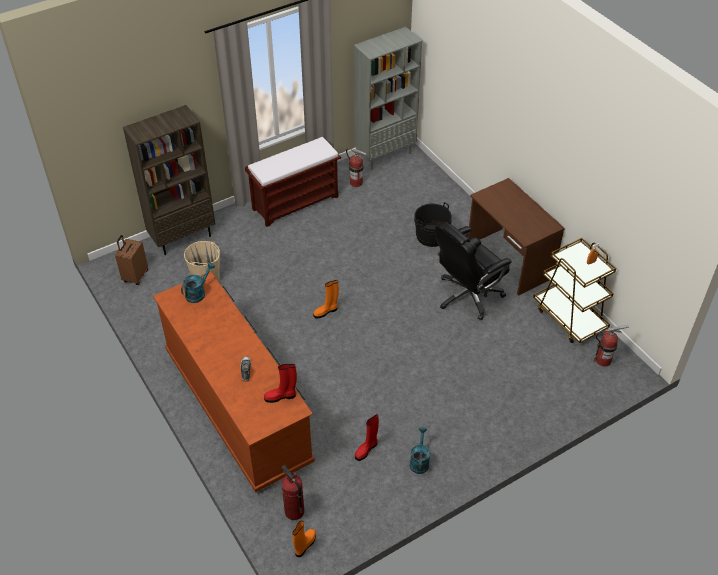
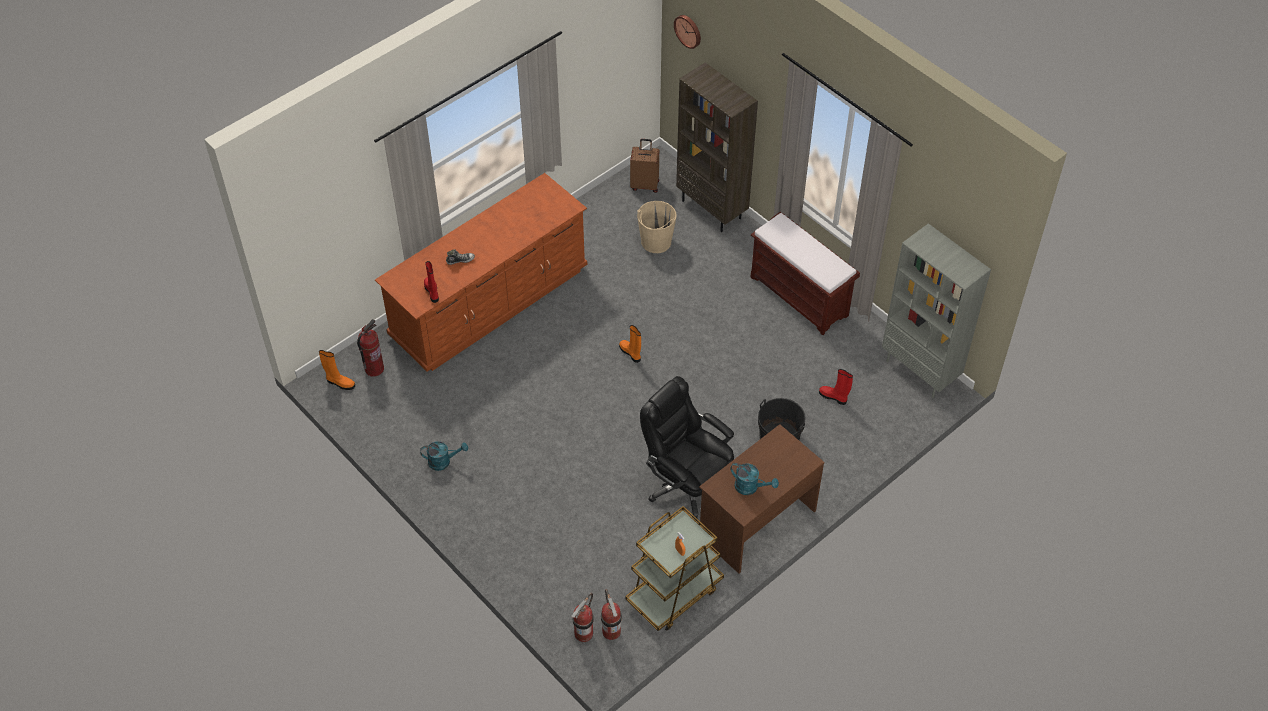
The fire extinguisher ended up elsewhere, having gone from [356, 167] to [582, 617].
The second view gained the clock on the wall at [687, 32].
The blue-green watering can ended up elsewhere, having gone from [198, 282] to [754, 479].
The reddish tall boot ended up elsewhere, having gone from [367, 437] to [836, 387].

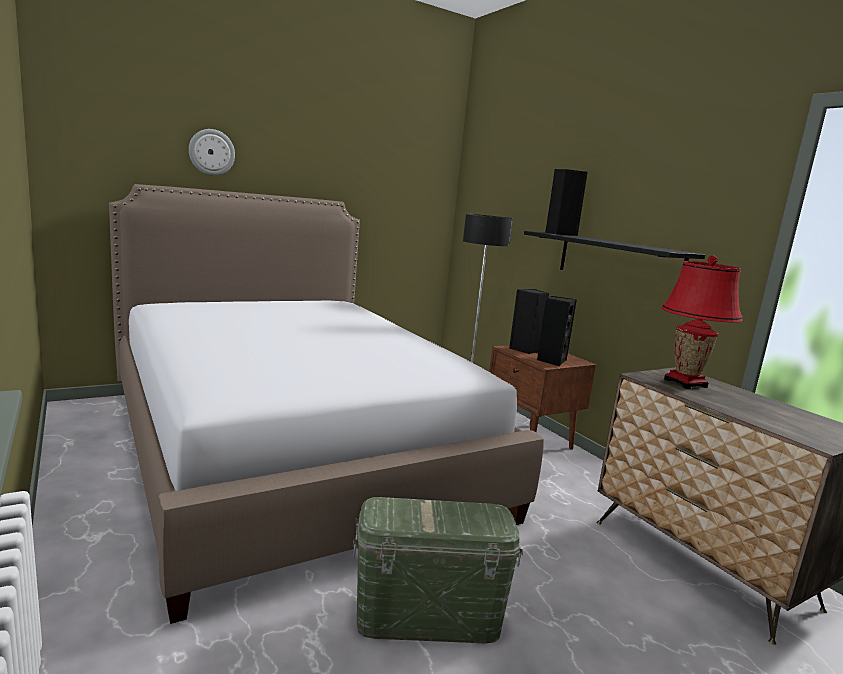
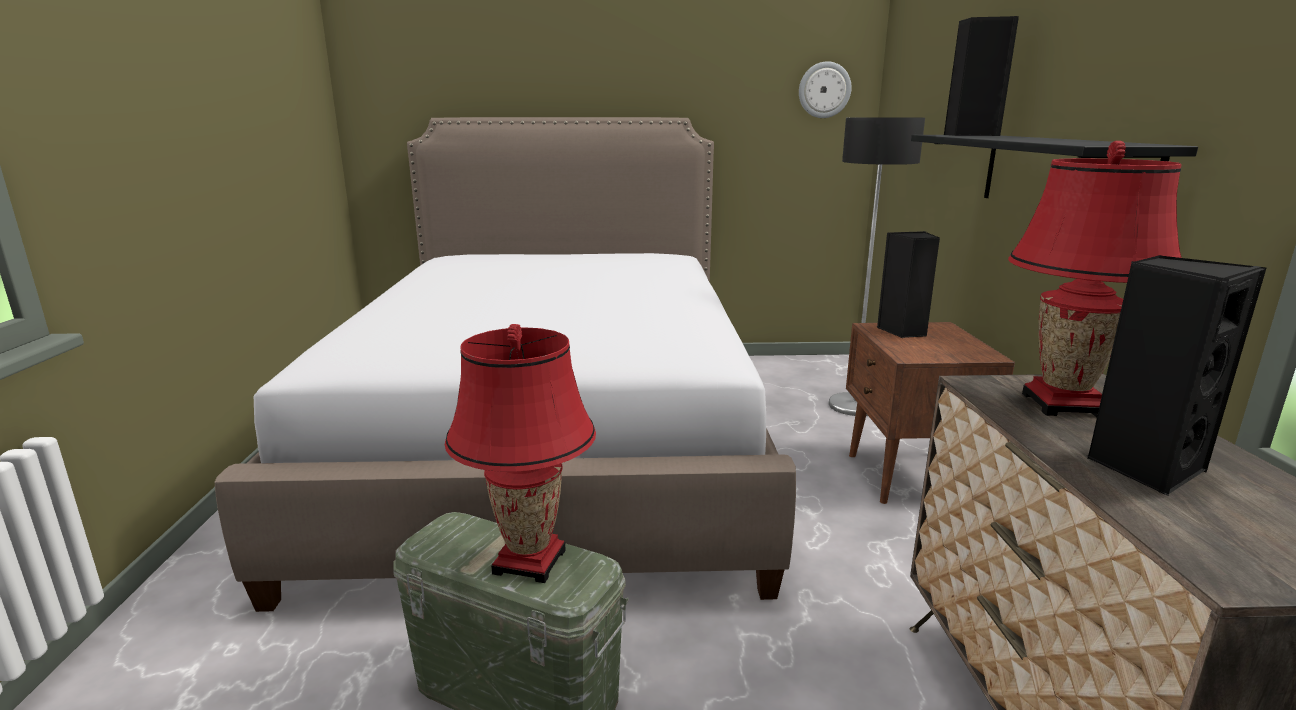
The second view gained the reddish lamp for a table at [520, 453].
The clock on the wall ended up elsewhere, having gone from [212, 152] to [825, 89].
The black speaker ended up elsewhere, having gone from [557, 331] to [1176, 375].

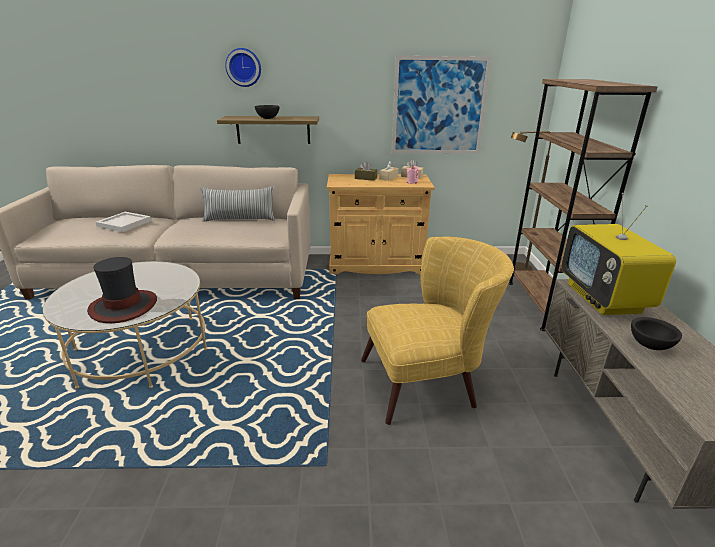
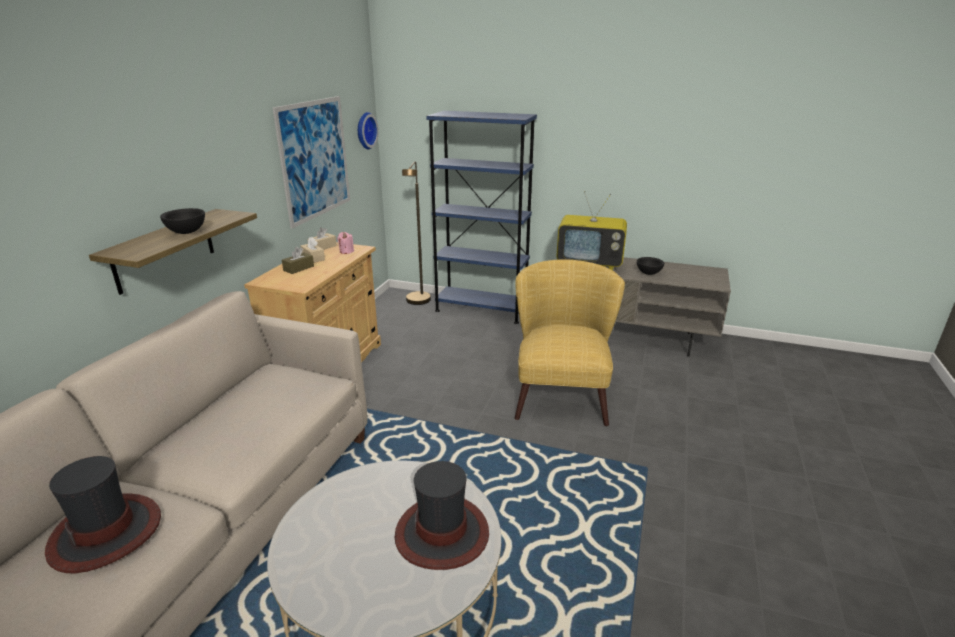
Where the white carrying tray stood at [123, 222], the clothing hat came to stand at [103, 514].
The clock on the wall ended up elsewhere, having gone from [243, 67] to [368, 130].
What was the brownish shelving unit at [582, 205] turned into the bluish shelving unit at [481, 217].
The second view lost the pillow at [237, 204].

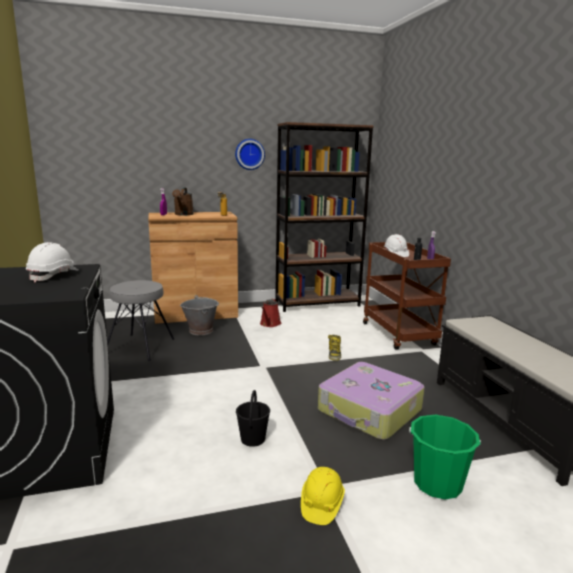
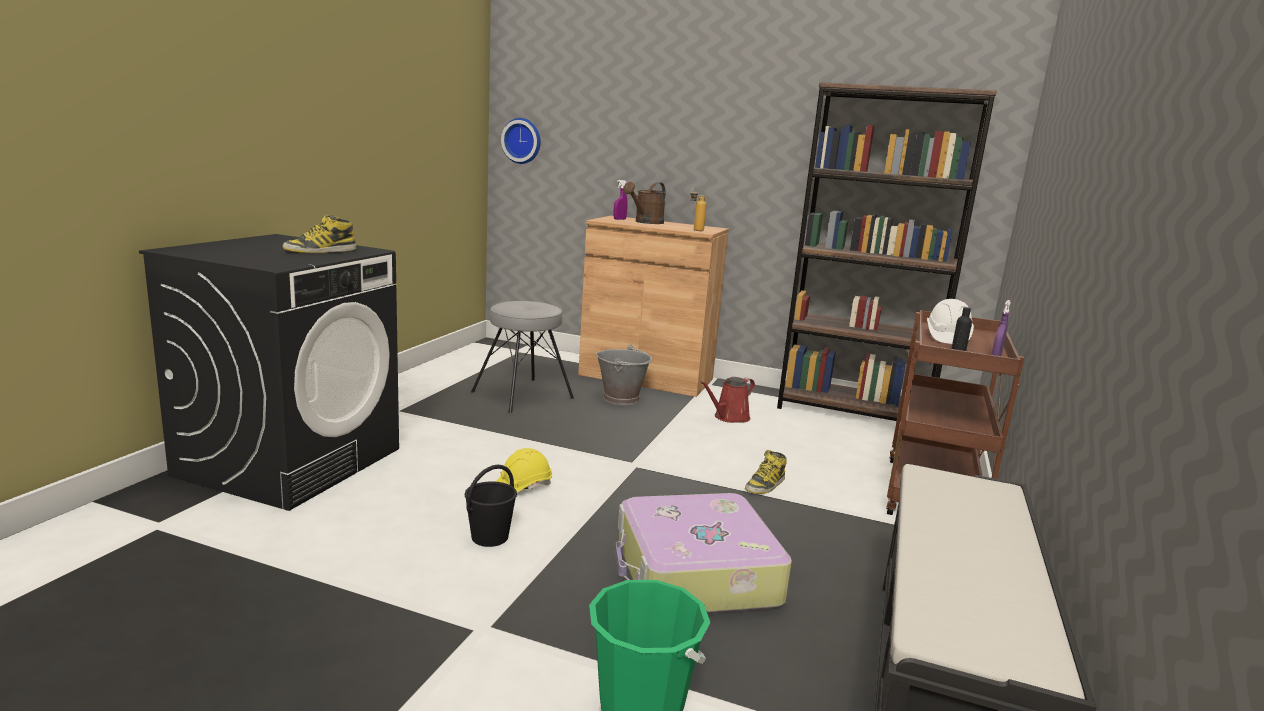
Where the white hard hat stood at [52, 262], the tall boot came to stand at [319, 234].
The yellowish hard hat ended up elsewhere, having gone from [323, 496] to [524, 470].
The clock on the wall ended up elsewhere, having gone from [250, 154] to [521, 141].

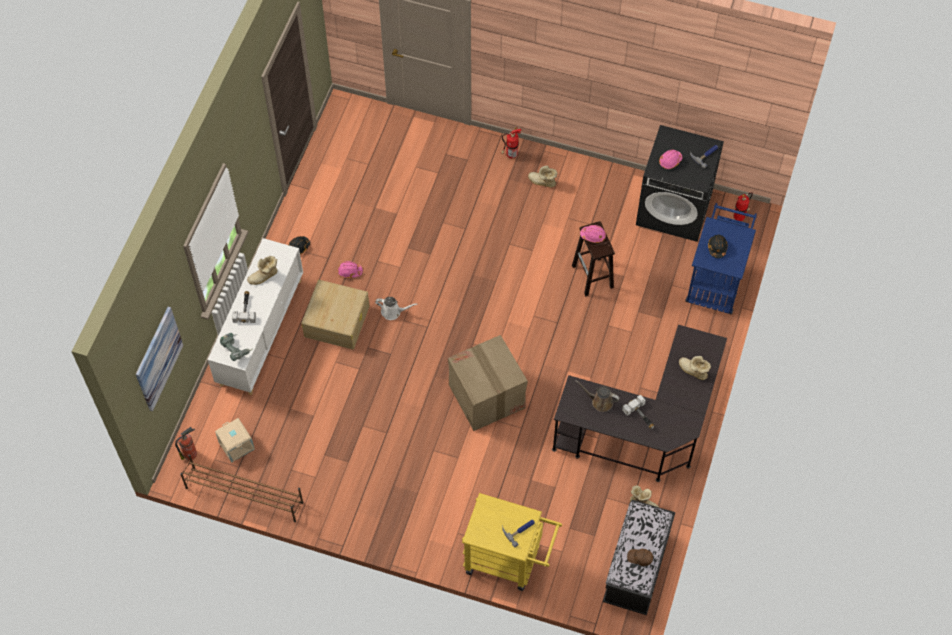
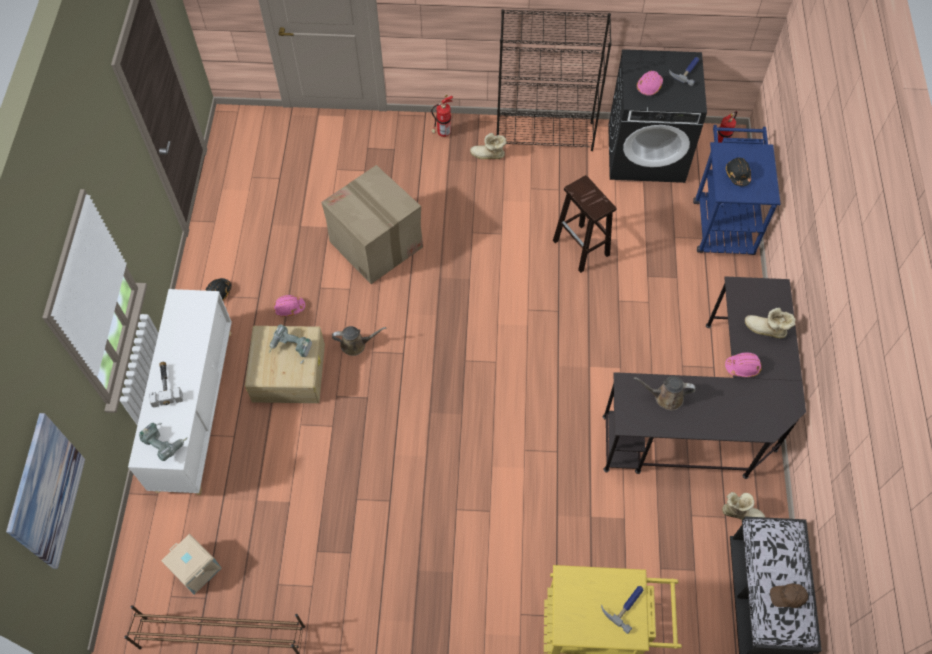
The second view gained the power drill at [290, 343].
The packing box ended up elsewhere, having gone from [488, 383] to [372, 224].
What was the white watering can at [396, 308] turned into the brownish watering can at [359, 341].
The second view gained the black shelving unit at [554, 80].
The pink-coloured hard hat ended up elsewhere, having gone from [593, 234] to [743, 364].
The second view lost the fire extinguisher at [186, 443].
The second view lost the tall boot at [262, 270].
The second view lost the hand hammer at [638, 412].

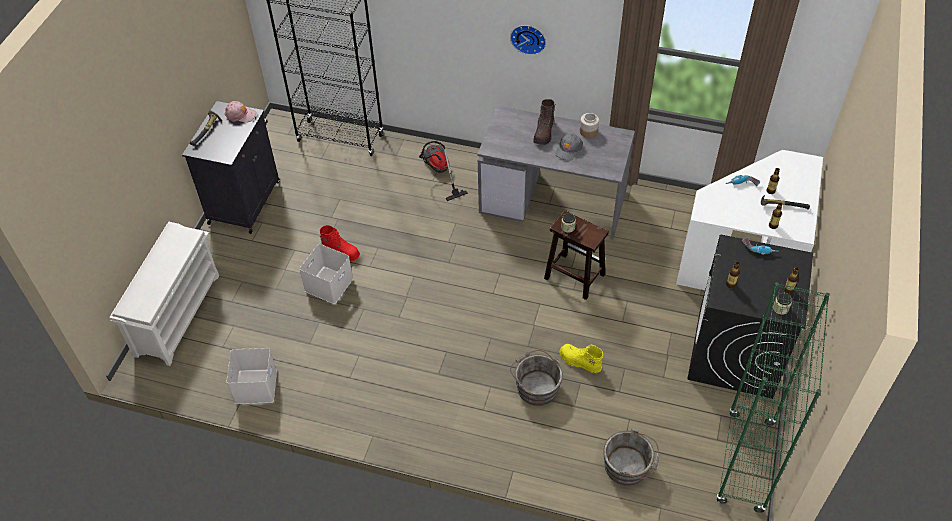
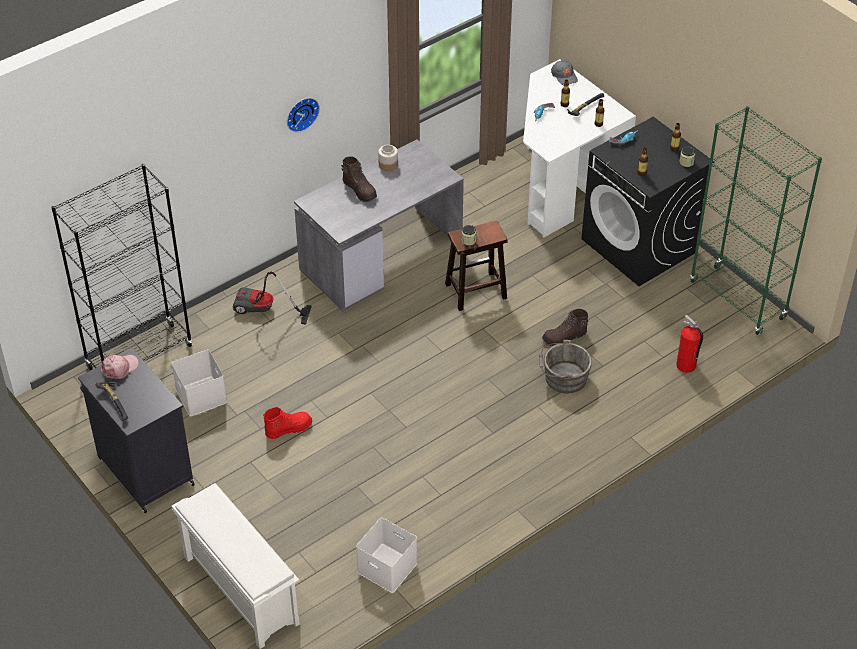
The white storage bin ended up elsewhere, having gone from [326, 274] to [199, 382].
What was the yellowish tall boot at [581, 358] turned into the brownish tall boot at [565, 327].
The grey baseball cap ended up elsewhere, having gone from [569, 147] to [564, 72].
Where the grey water bucket stood at [631, 457], the fire extinguisher came to stand at [689, 343].

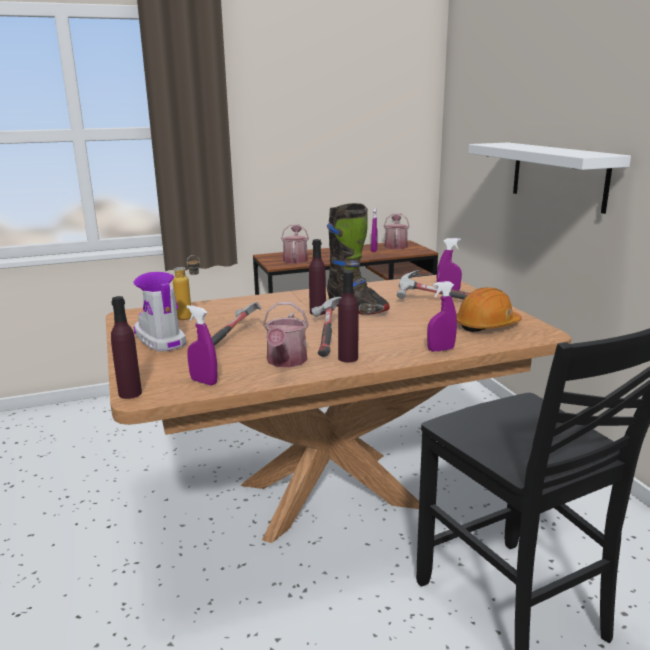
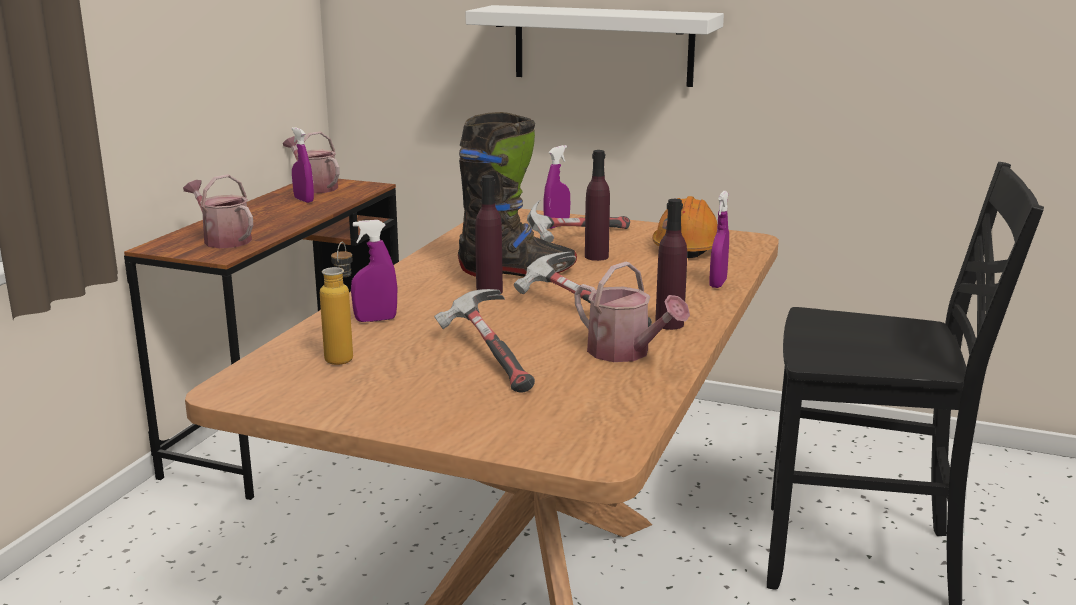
The purple spray bottle ended up elsewhere, having gone from [202, 345] to [374, 271].
The purple bottle ended up elsewhere, having gone from [126, 347] to [597, 205].
The second view lost the tall boot at [160, 311].

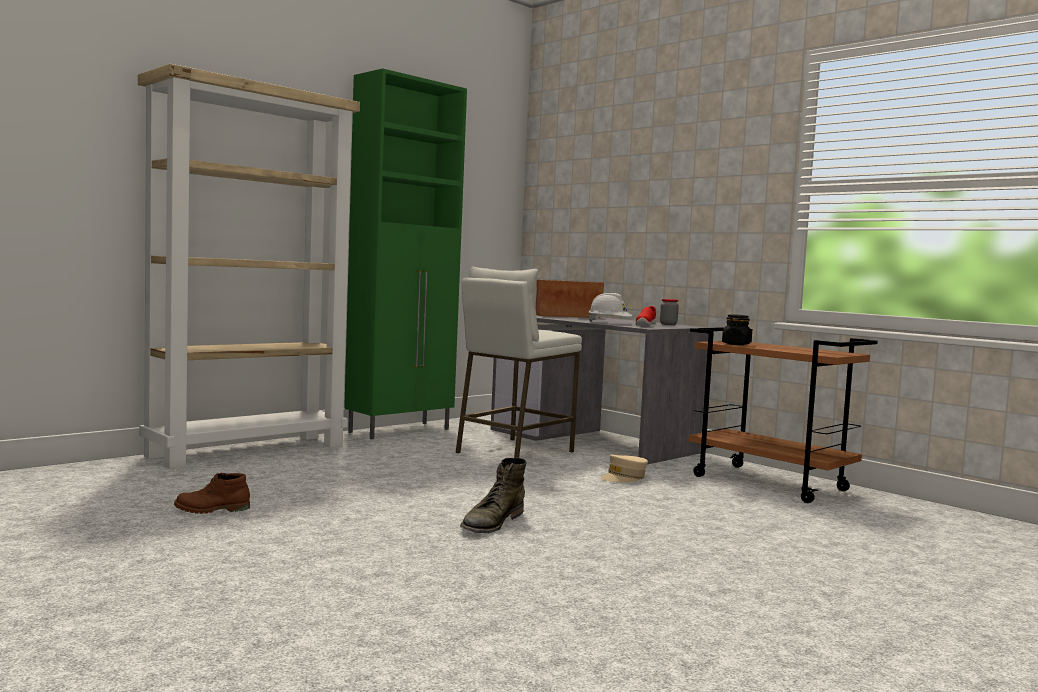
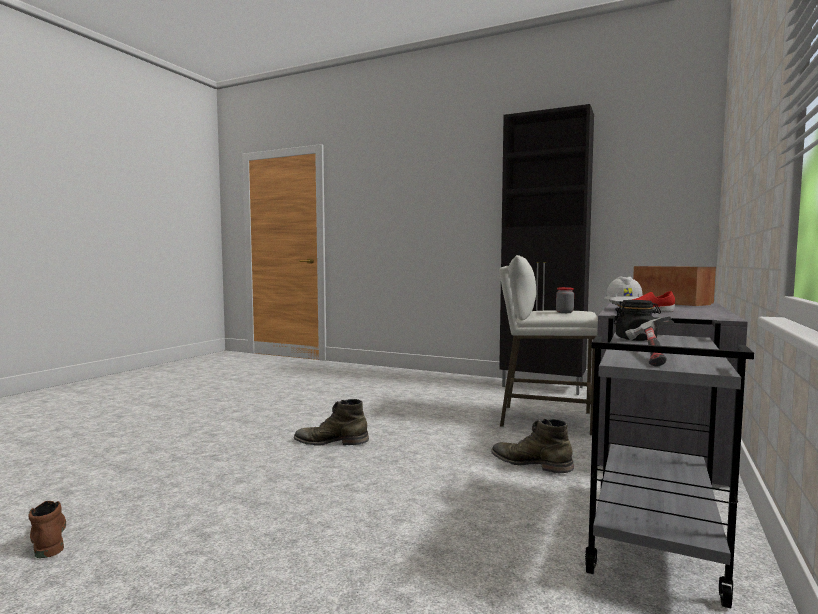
The brownish tall boot ended up elsewhere, having gone from [212, 493] to [47, 529].
Where the sand-coloured baseball cap stood at [624, 468], the green-coloured tall boot came to stand at [532, 446].
What was the green-coloured cupboard at [405, 253] turned into the black cupboard at [546, 249].
The jar ended up elsewhere, having gone from [669, 312] to [565, 300].
What was the brownish cart at [783, 415] turned into the grey cart at [669, 462].
The second view gained the hand hammer at [650, 341].
The second view lost the sand-coloured shelving unit at [249, 266].

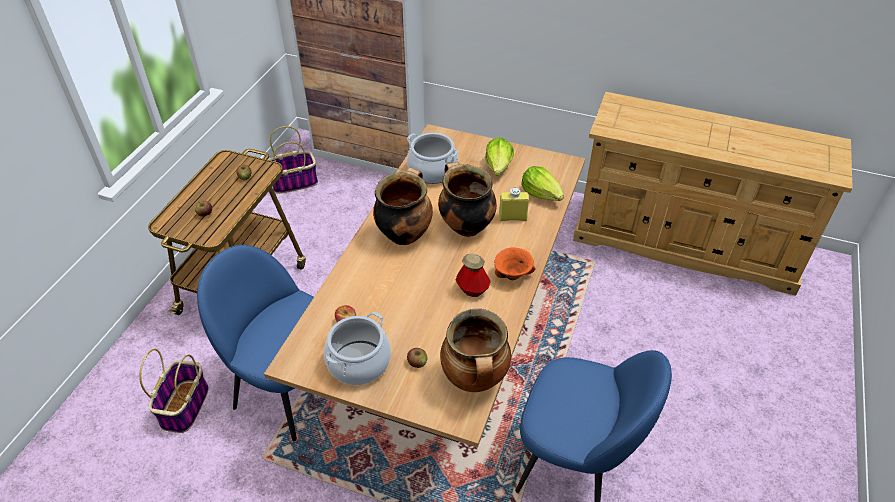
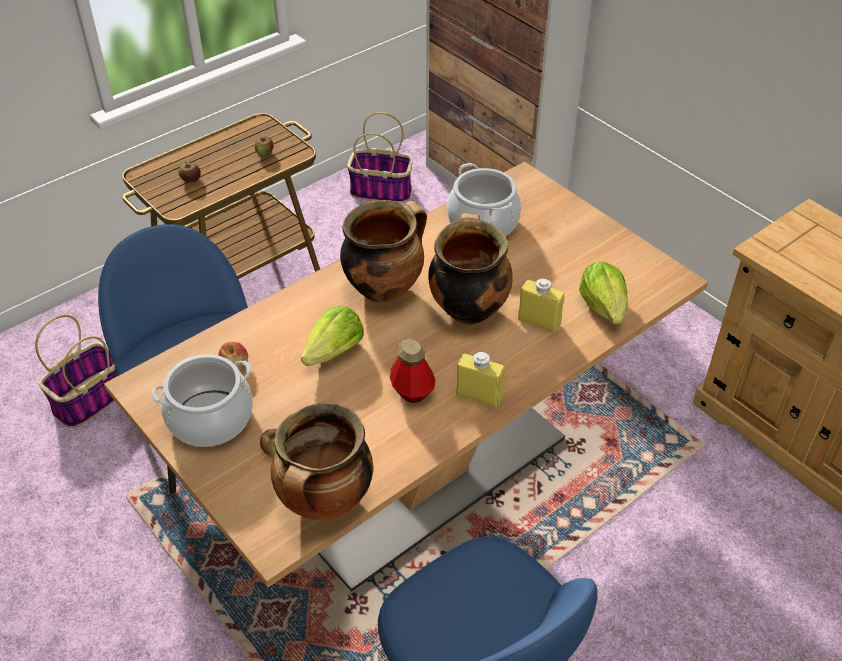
The head of lettuce ended up elsewhere, having gone from [499, 156] to [332, 336].
Where the orange-coloured bowl stood at [514, 263], the yellowish bottle came to stand at [480, 380].

